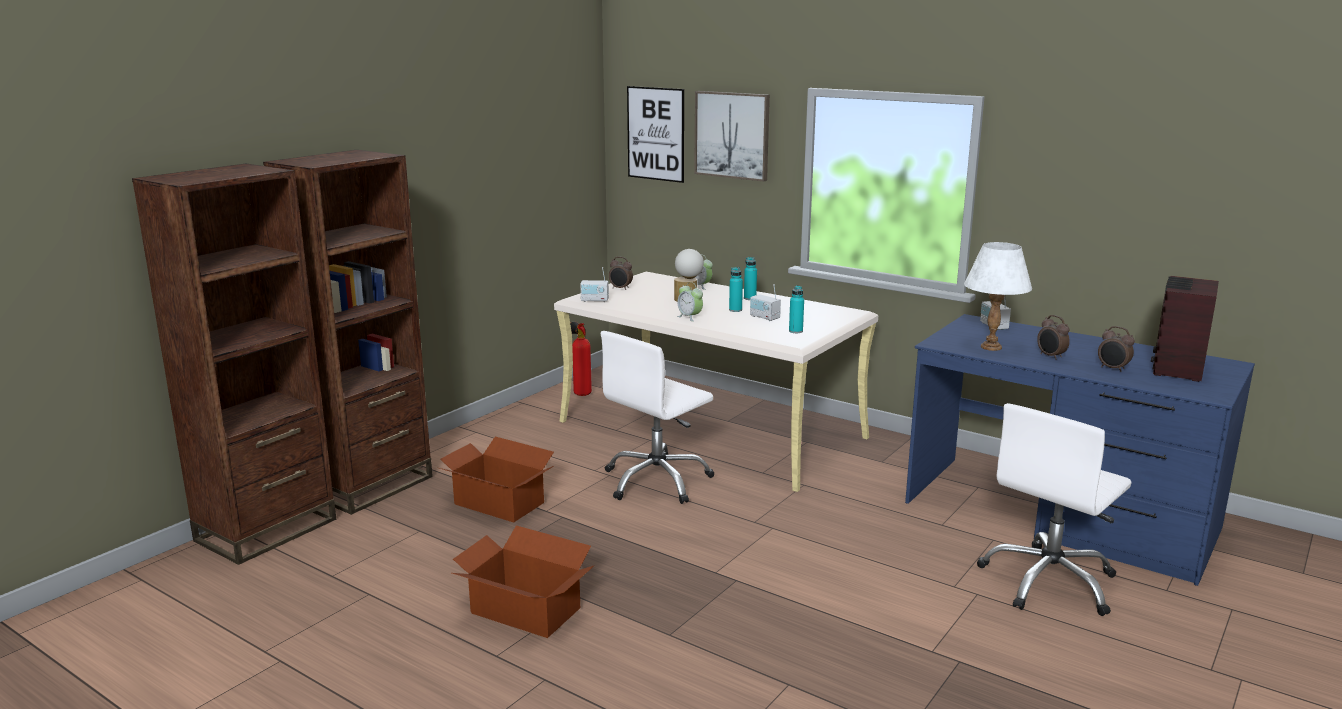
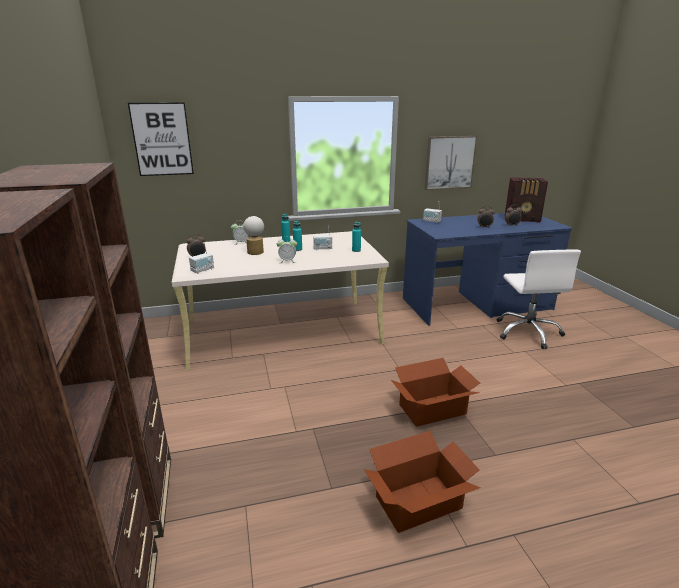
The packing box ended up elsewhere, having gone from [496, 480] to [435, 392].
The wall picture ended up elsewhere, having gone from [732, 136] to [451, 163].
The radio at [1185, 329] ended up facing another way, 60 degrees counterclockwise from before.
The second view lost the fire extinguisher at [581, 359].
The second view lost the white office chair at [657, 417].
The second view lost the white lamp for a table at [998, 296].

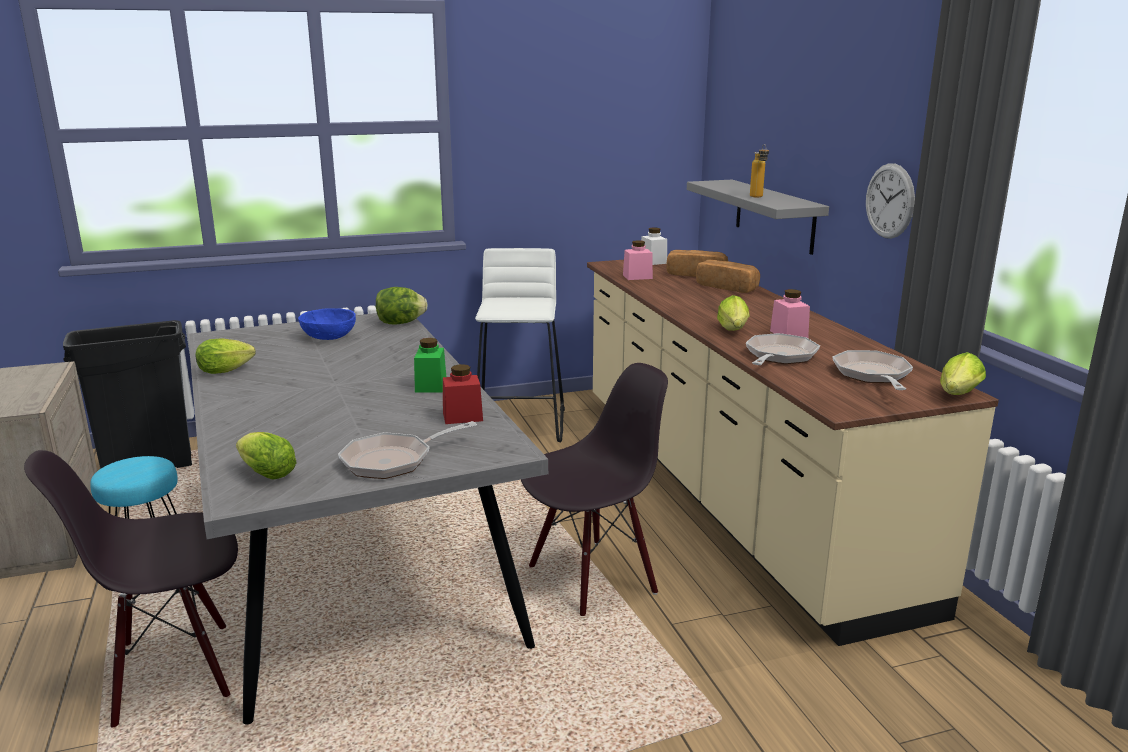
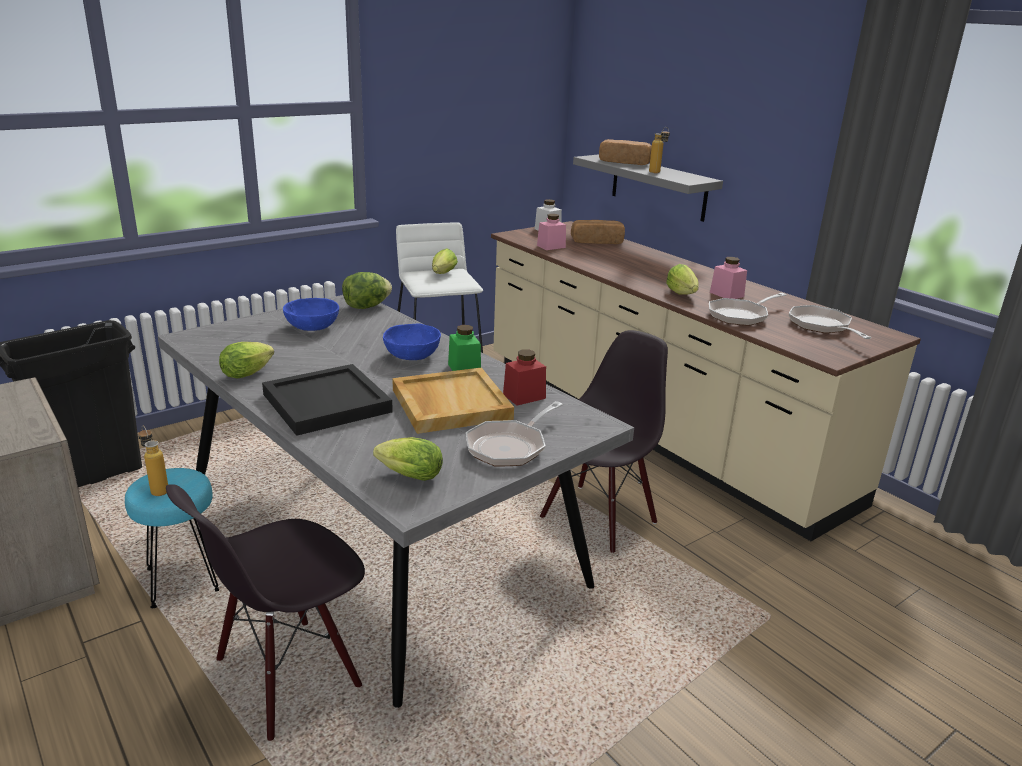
The second view gained the bottle at [153, 461].
The second view gained the black carrying tray at [327, 400].
The second view gained the bluish bowl at [412, 341].
The second view gained the sand-coloured carrying tray at [453, 400].
The head of lettuce ended up elsewhere, having gone from [963, 373] to [445, 261].
The baked bread ended up elsewhere, having gone from [728, 276] to [625, 152].
The skillet at [783, 349] ended up facing another way, 135 degrees counterclockwise from before.
The second view lost the clock on the wall at [890, 201].

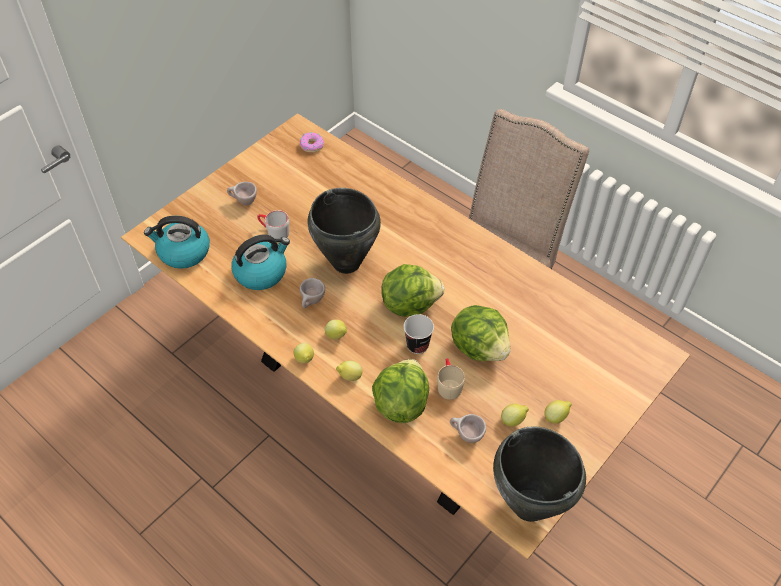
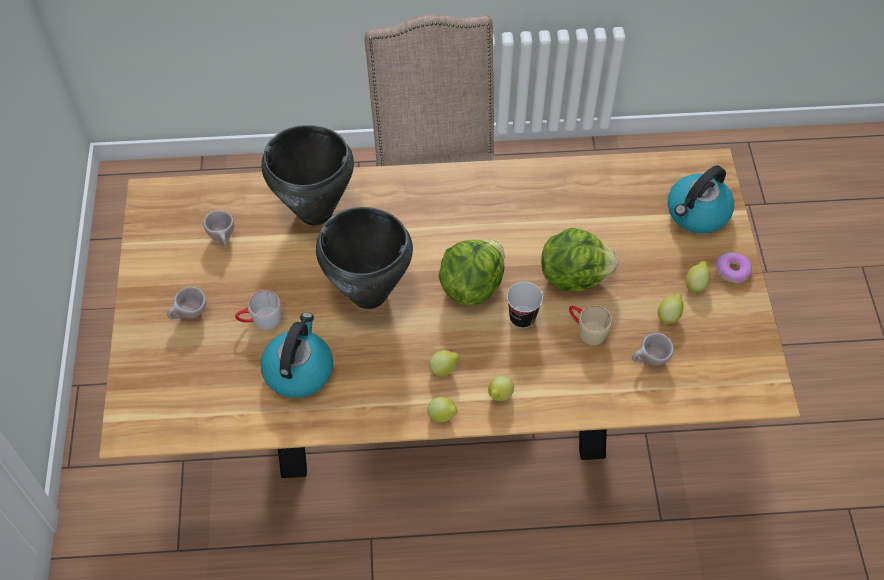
The sand-coloured small cup ended up elsewhere, having gone from [312, 293] to [218, 228].
The black stockpot ended up elsewhere, having gone from [539, 474] to [307, 175].
The kettle ended up elsewhere, having gone from [177, 242] to [701, 199].
The doughnut ended up elsewhere, having gone from [312, 142] to [734, 267].
The second view lost the head of lettuce at [400, 391].

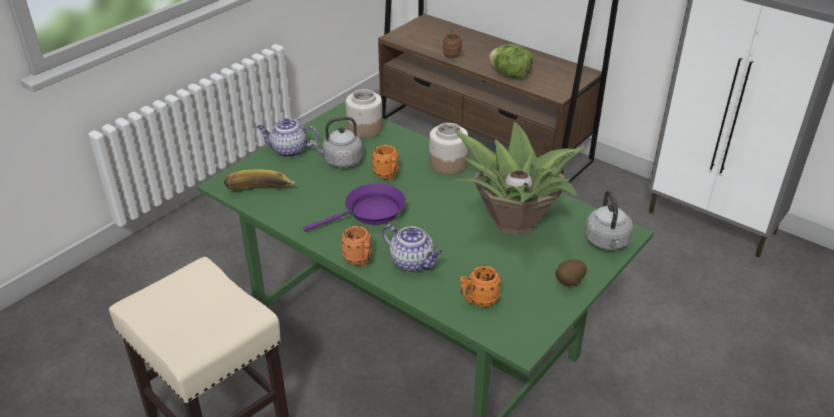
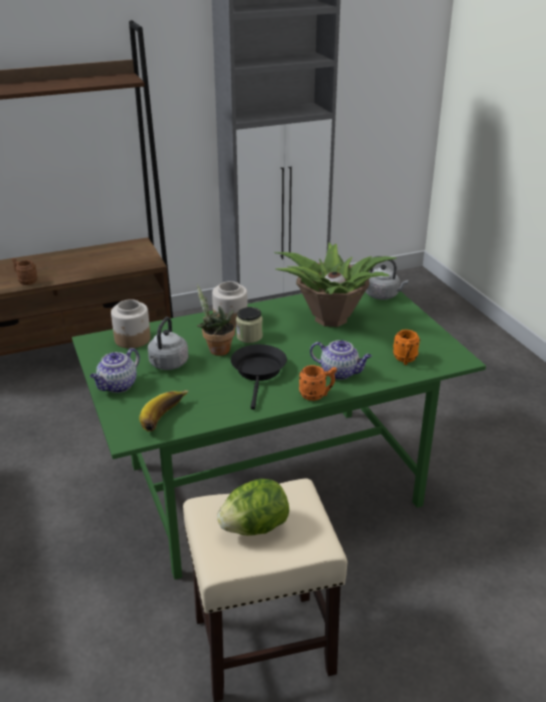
Where the orange-coloured mug stood at [385, 163], the plant in a pot came to stand at [216, 320].
The head of lettuce ended up elsewhere, having gone from [511, 61] to [253, 507].
What was the purple skillet at [354, 207] turned into the black skillet at [259, 377].
The second view gained the jar at [249, 325].
The tea pot at [412, 248] ended up facing another way, 45 degrees clockwise from before.
The second view lost the potato at [571, 272].

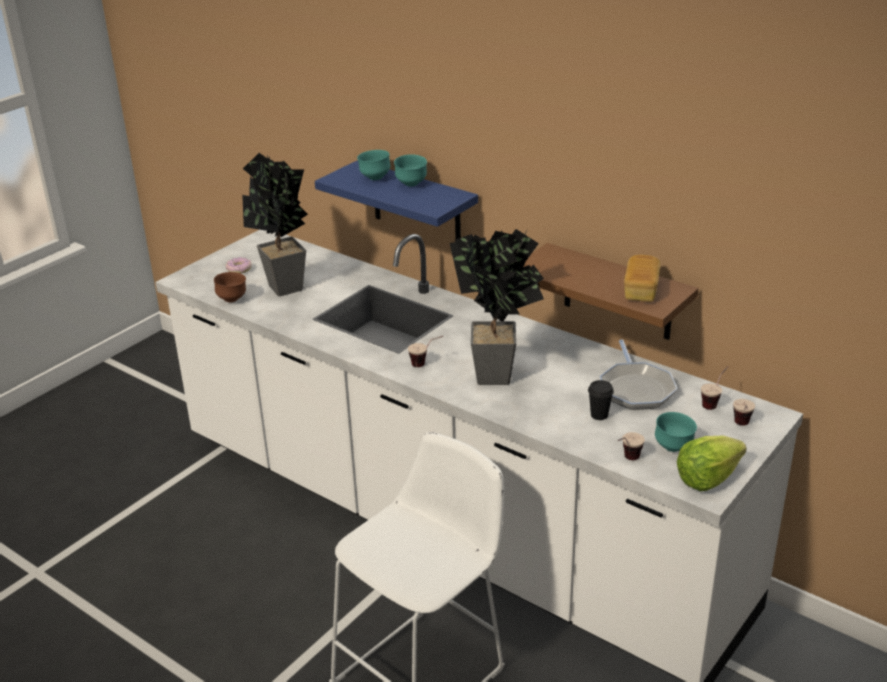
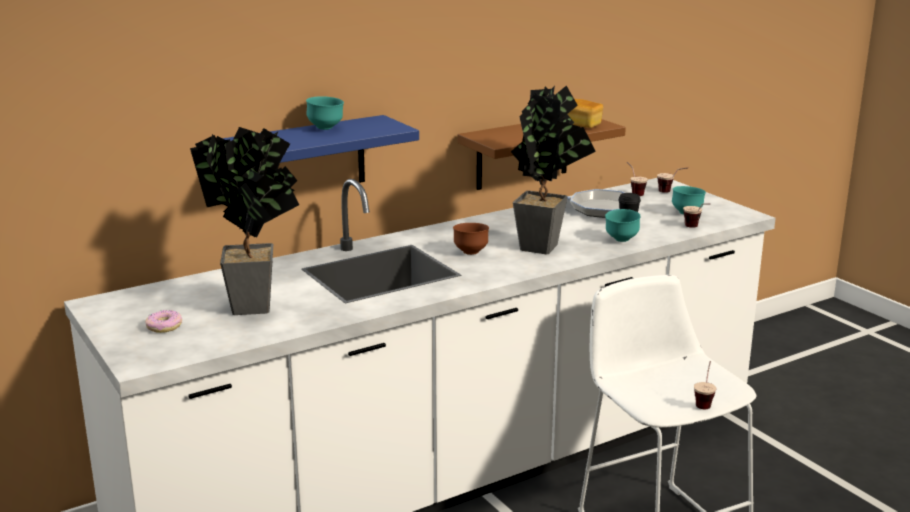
The brownish bowl ended up elsewhere, having gone from [230, 287] to [471, 239].
The blue-green bowl ended up elsewhere, having gone from [373, 165] to [623, 225].
The small cup ended up elsewhere, having gone from [425, 351] to [705, 385].
The second view lost the head of lettuce at [712, 463].

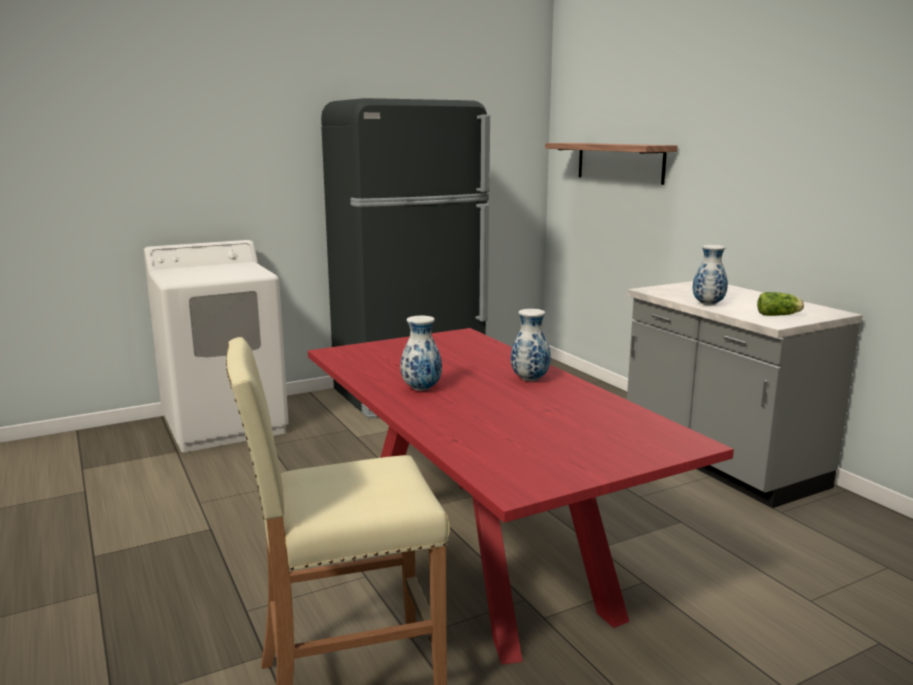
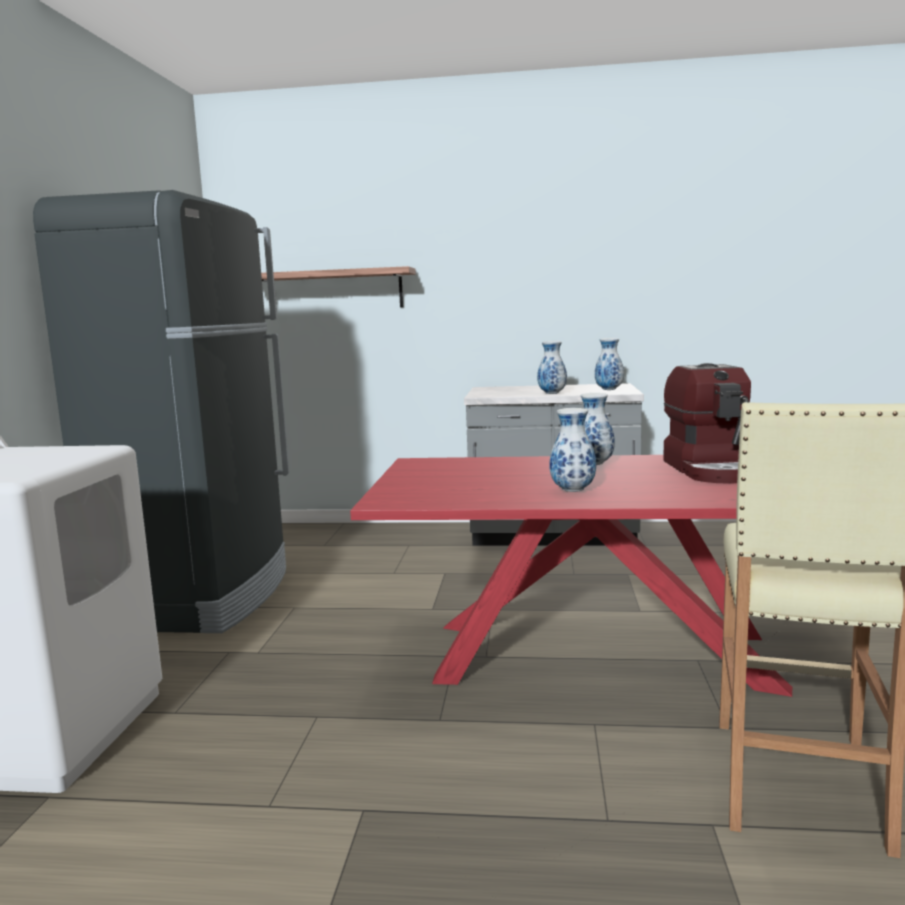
Where the head of lettuce stood at [780, 304], the vase came to stand at [609, 364].
The second view gained the coffee brewer at [707, 423].

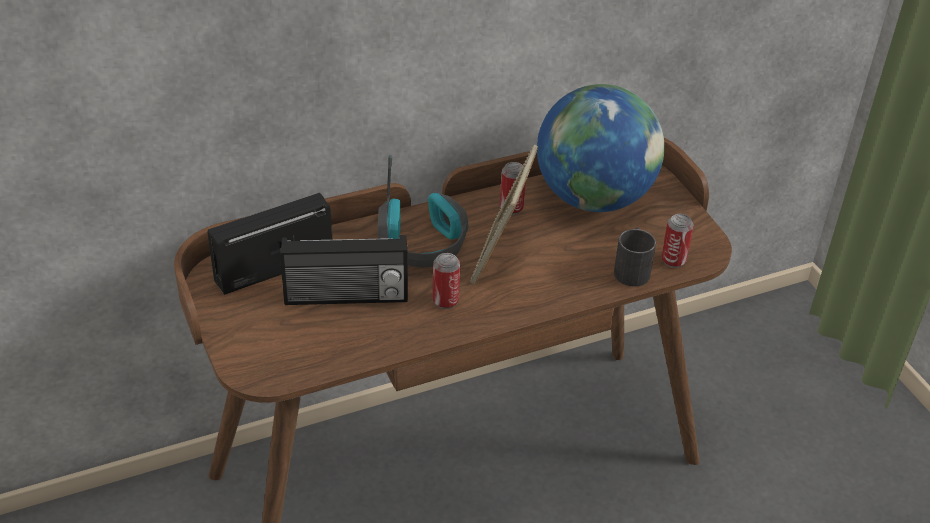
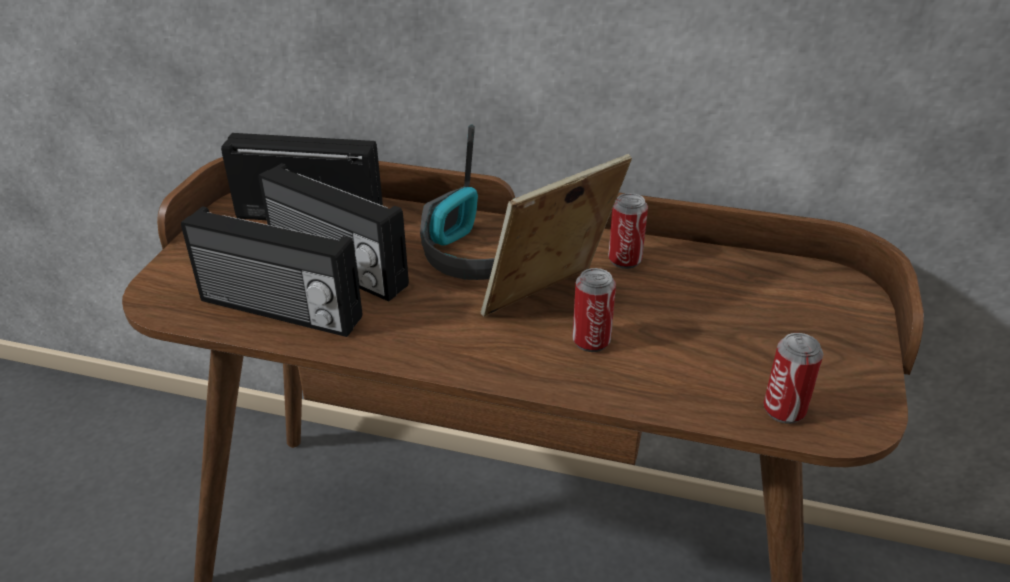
The second view gained the radio at [271, 271].
The can ended up elsewhere, having gone from [446, 281] to [594, 310].
The second view lost the globe at [601, 148].
The second view lost the black mug at [635, 257].

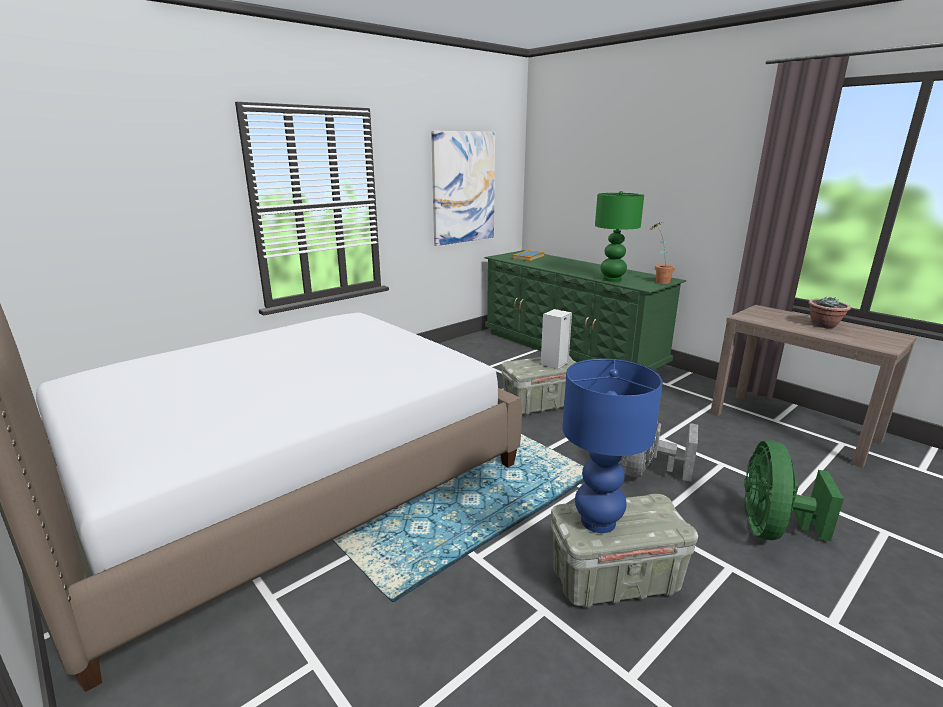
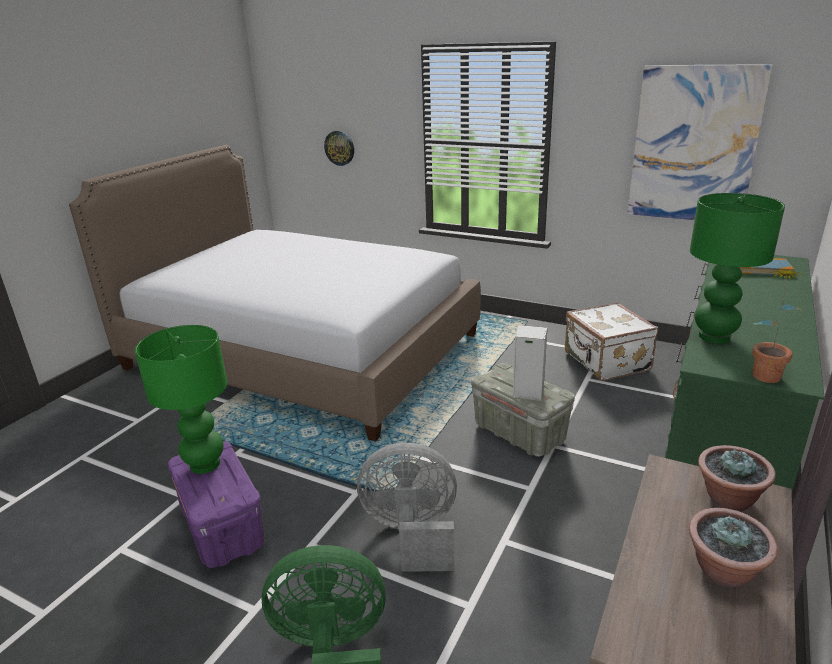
What was the bluish lamp for a table at [612, 445] turned into the green-coloured lamp for a table at [181, 399].
What was the grey storage bin at [624, 551] turned into the purple storage bin at [216, 504].
The second view gained the clock on the wall at [339, 148].
The second view gained the white travel case at [611, 342].
The second view gained the plant in a pot at [737, 478].

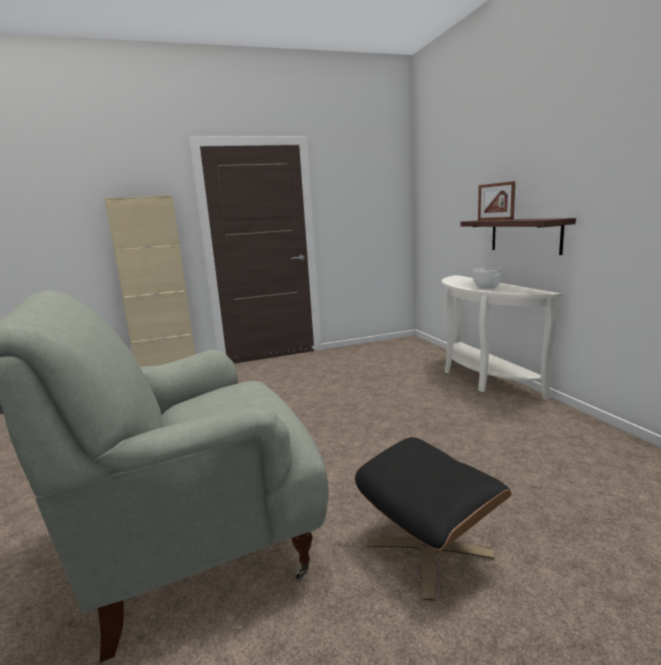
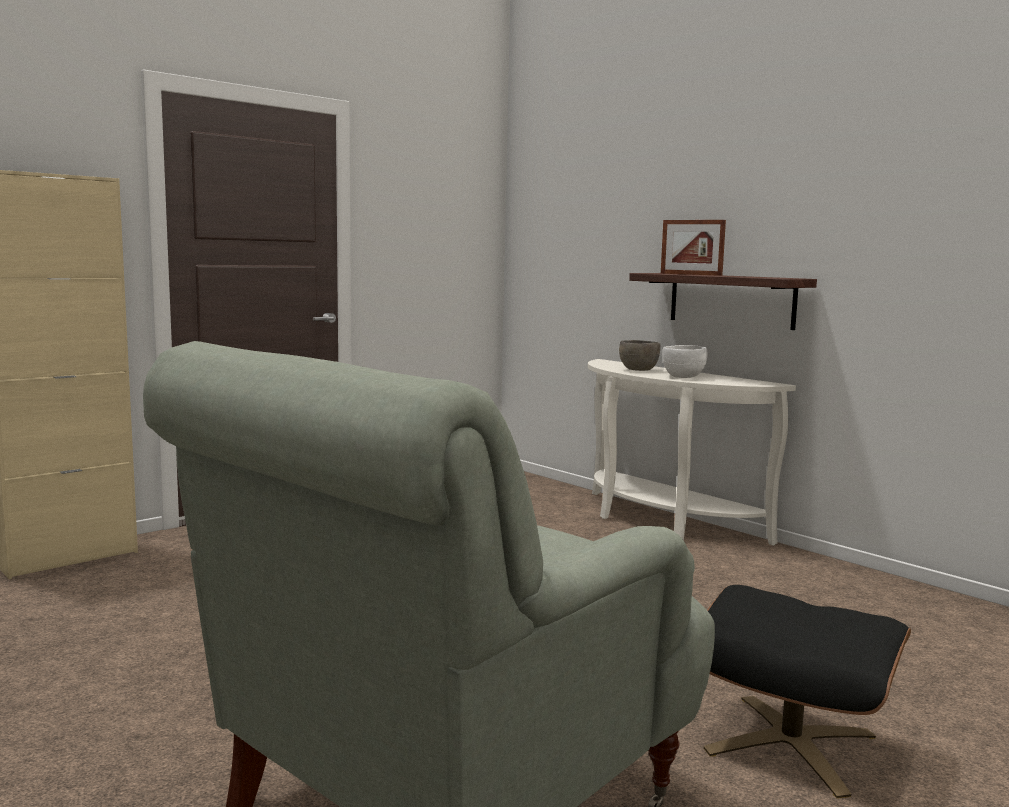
The second view gained the grey bowl at [639, 355].

